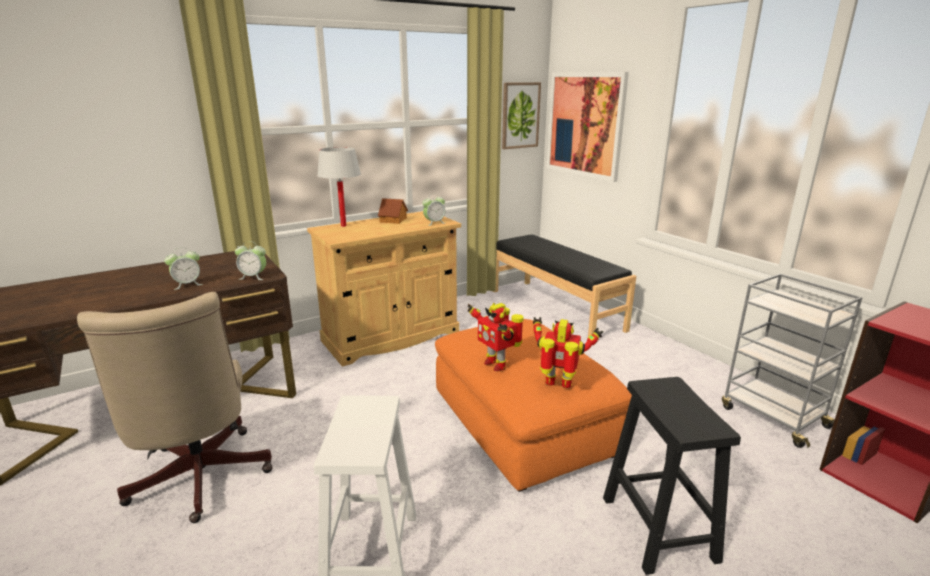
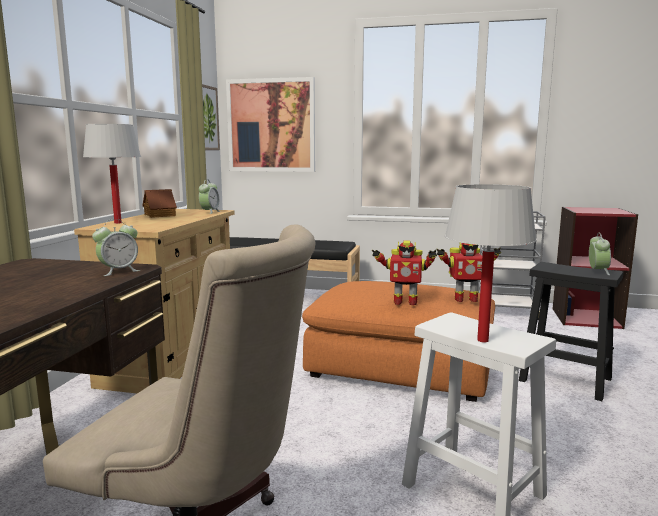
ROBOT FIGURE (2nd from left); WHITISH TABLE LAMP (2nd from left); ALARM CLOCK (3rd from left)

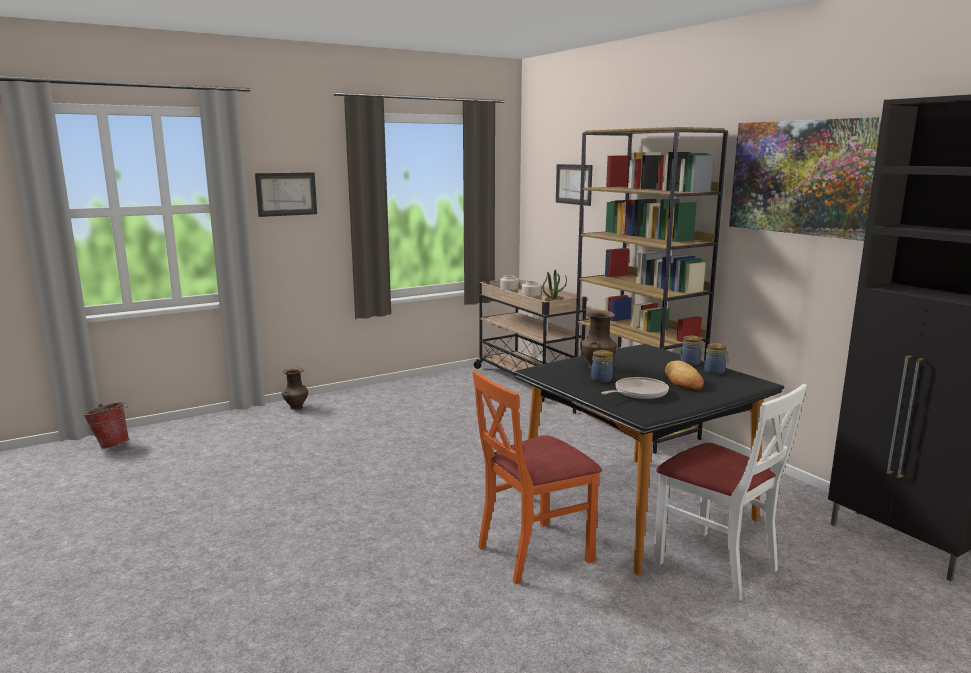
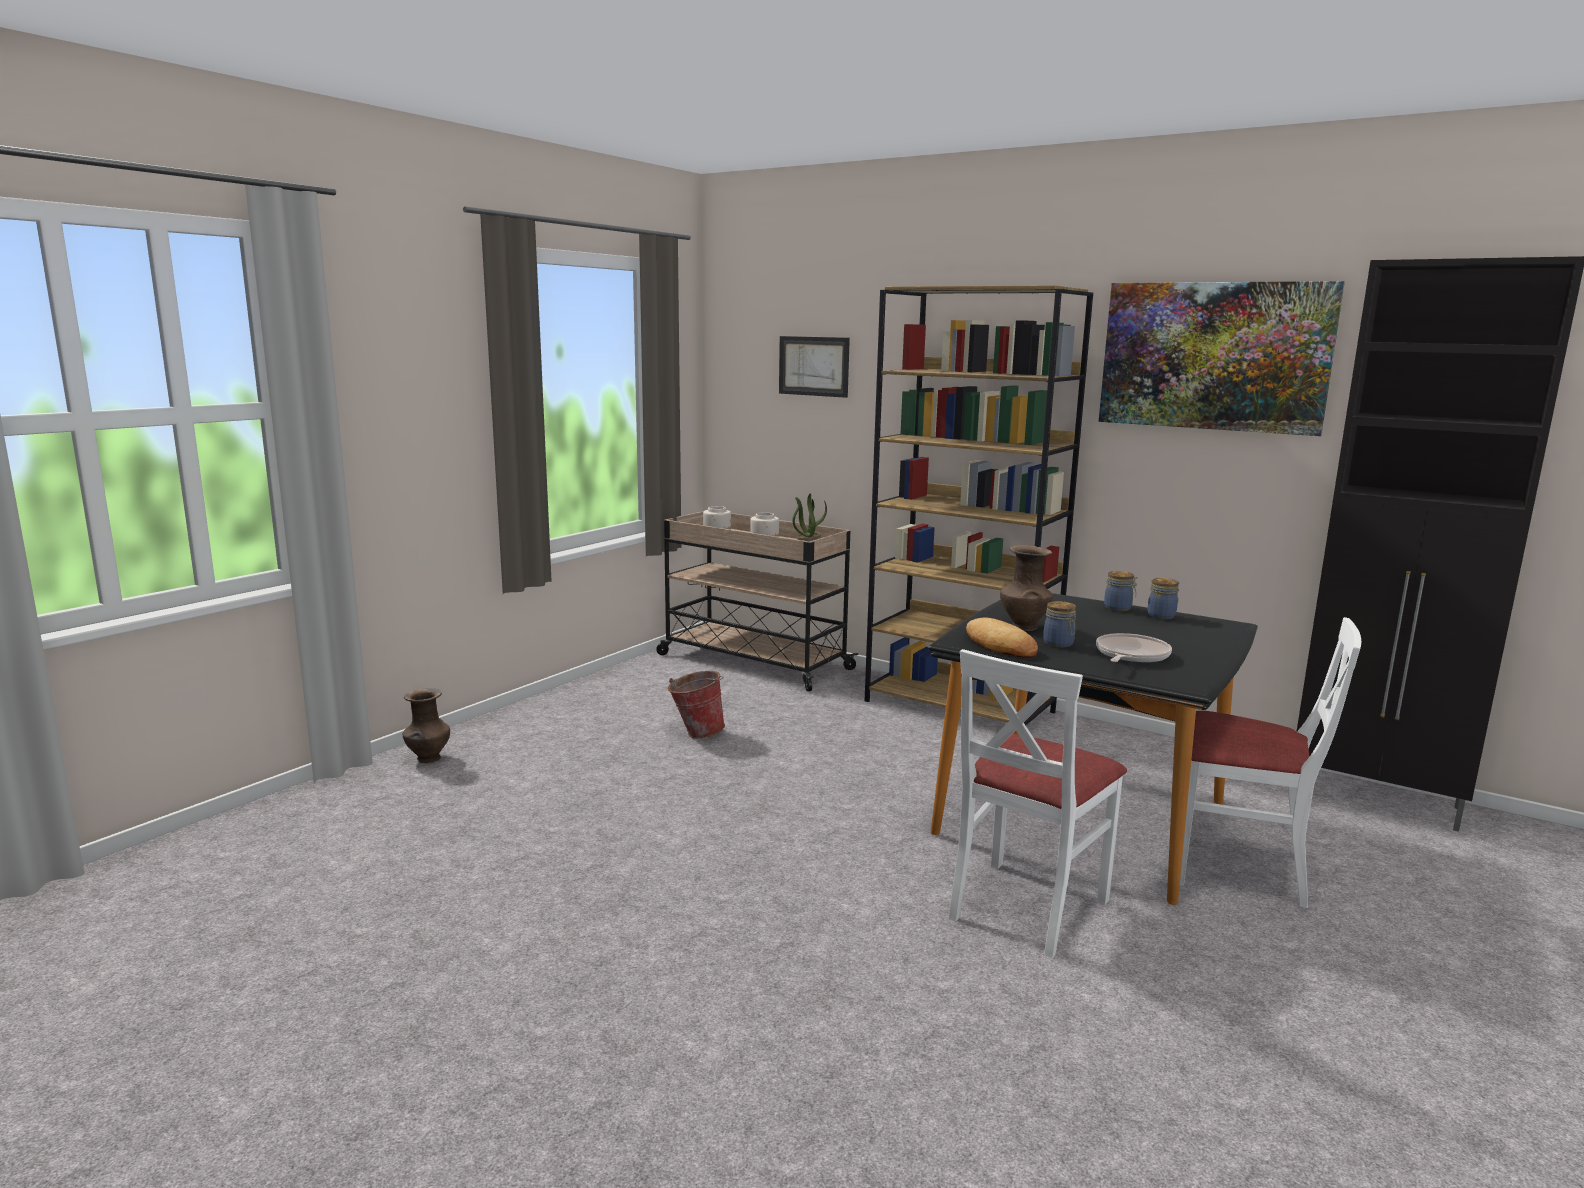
WATER BUCKET; WHITISH UPRIGHT CHAIR (1st from left); BAKERY BREAD; WALL ART (1st from left in the first image)

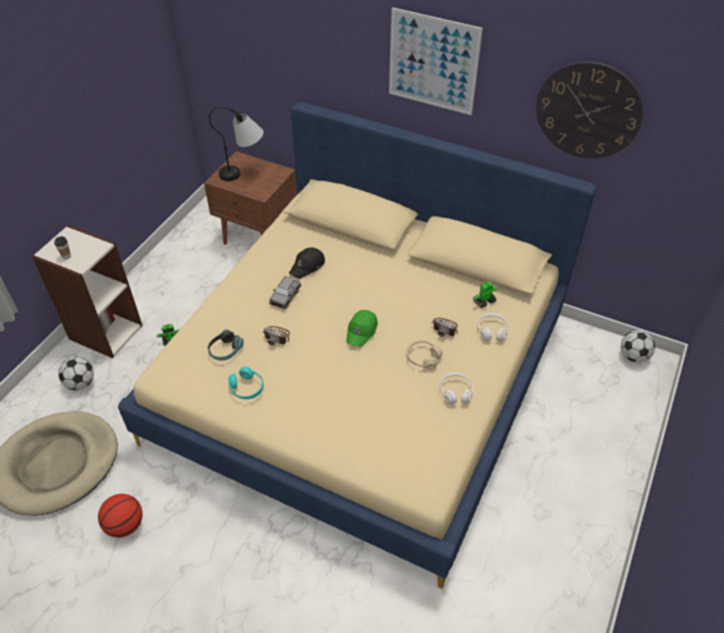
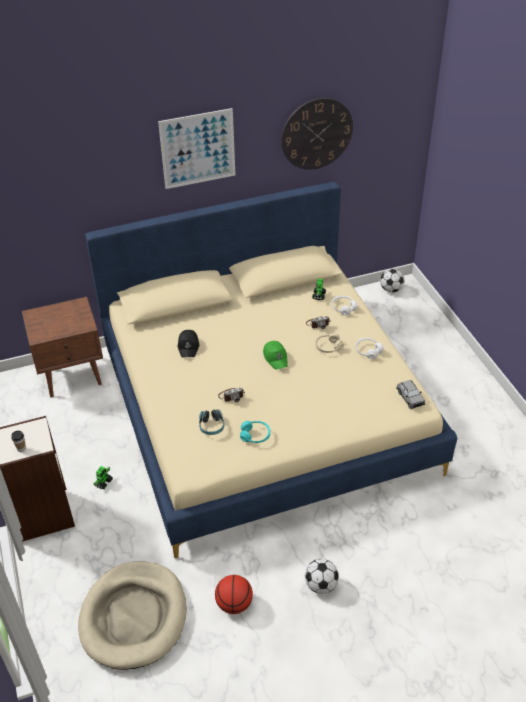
FOOTBALL BALL (1st from left); GREYISH TOY CAR; TABLE LAMP

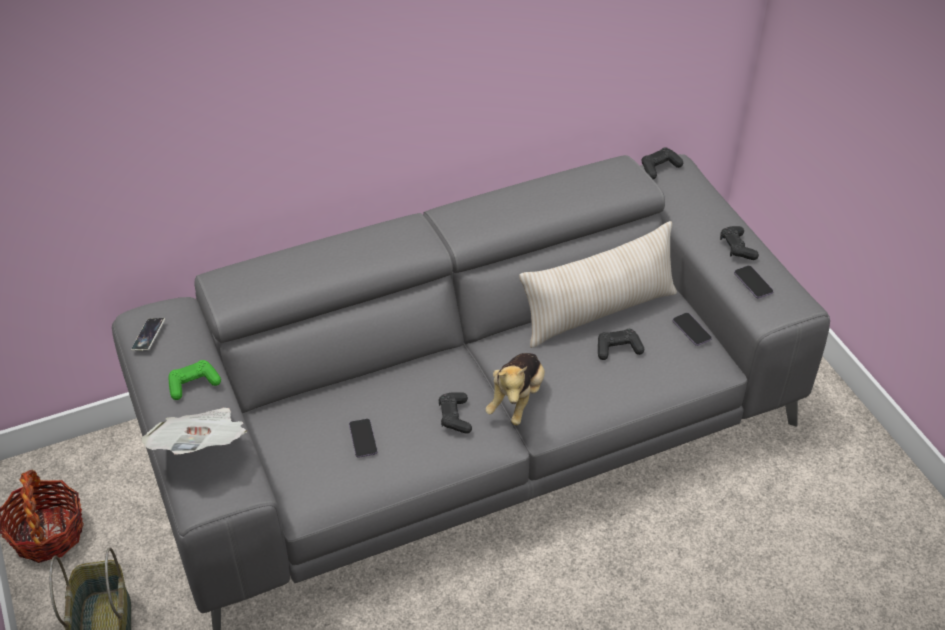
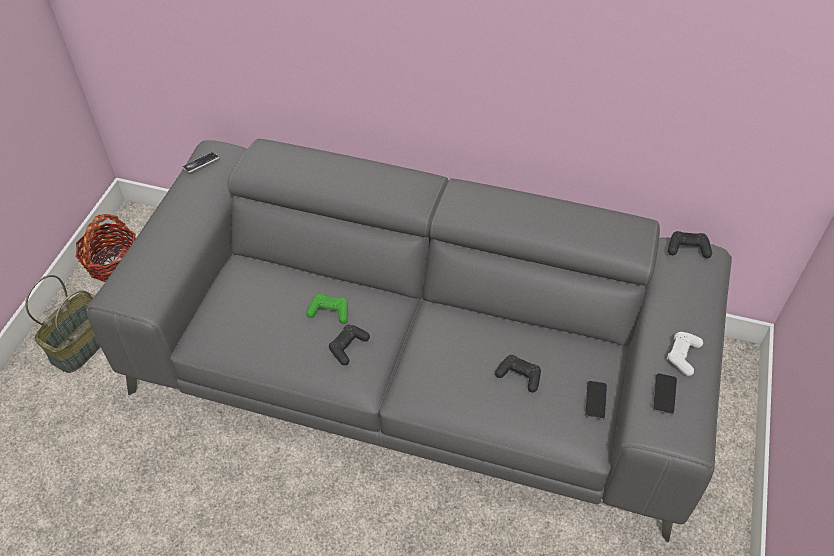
GREENISH GAMEPAD; WHITISH GAMEPAD; PRINTED PAPER; TELEPHONE (2nd from left in the first image); SOFT TOY; BEIGE-COLOURED CUSHION

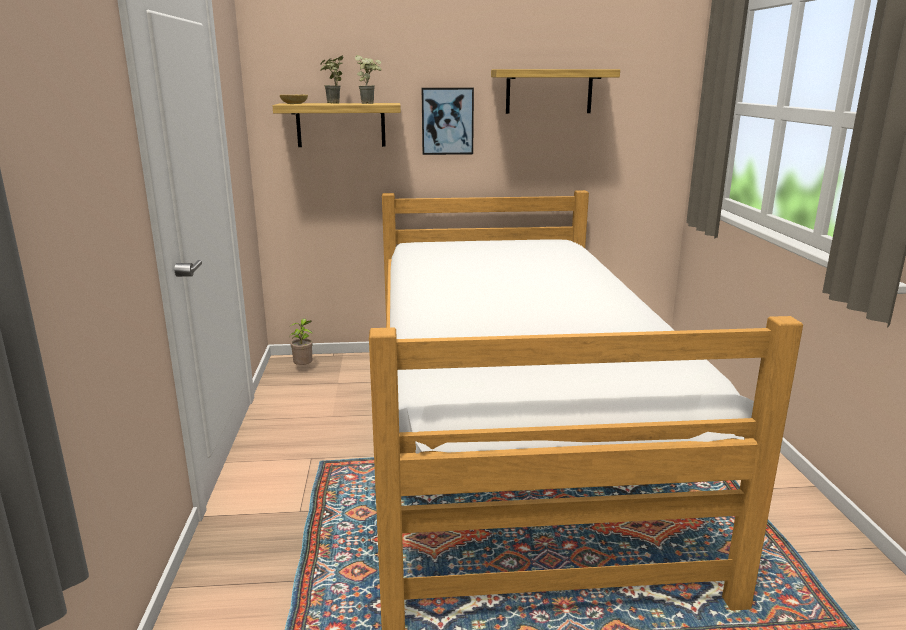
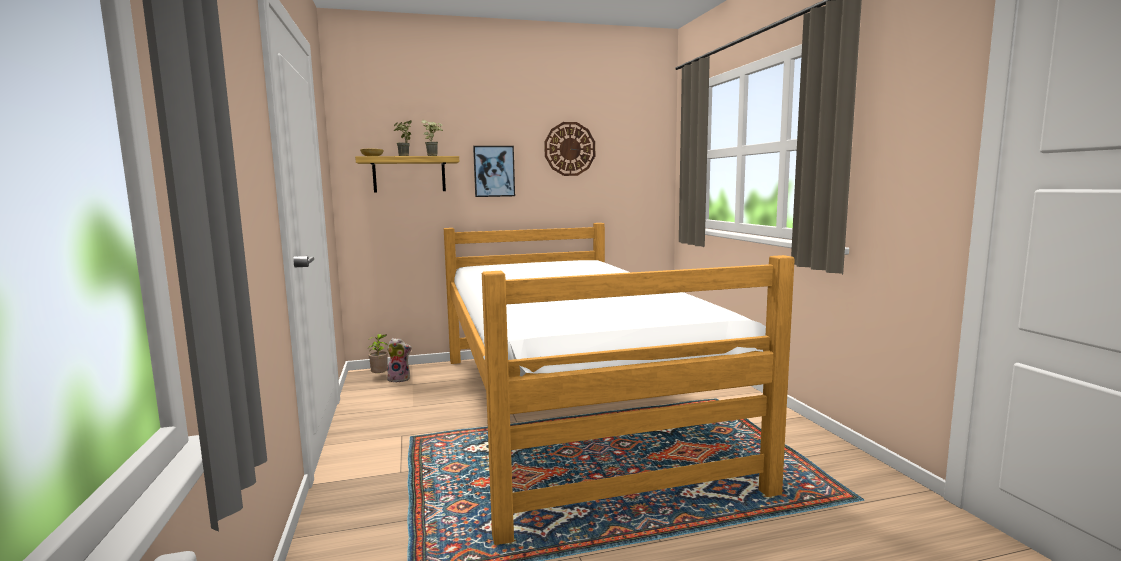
SOFT TOY; WALL CLOCK

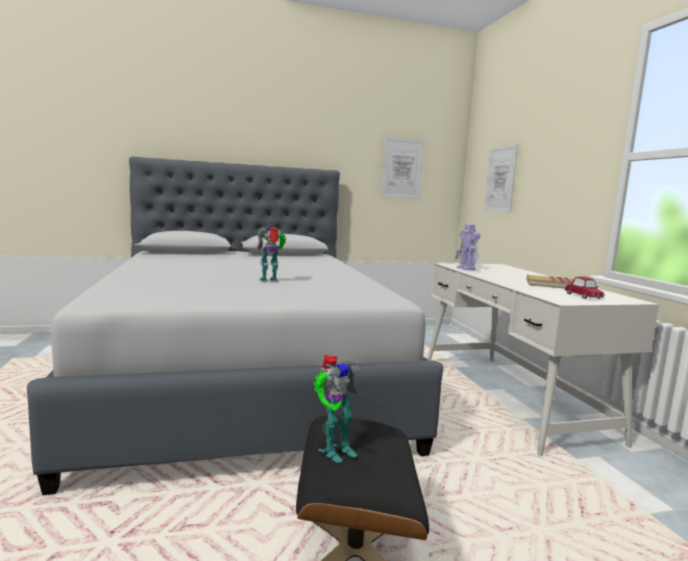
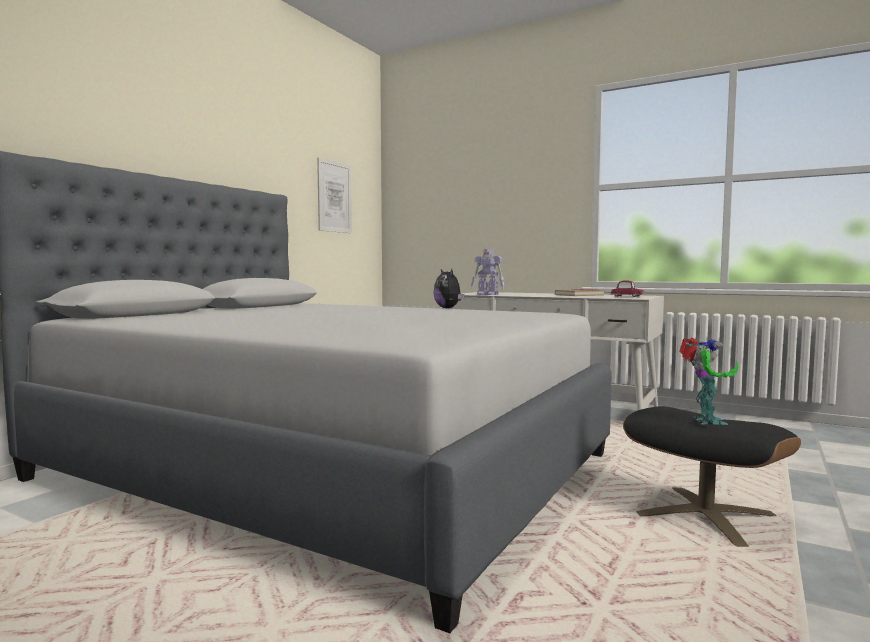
SOFT TOY; ROBOT FIGURE (1st from left in the first image); WALL ART (2nd from left in the first image)

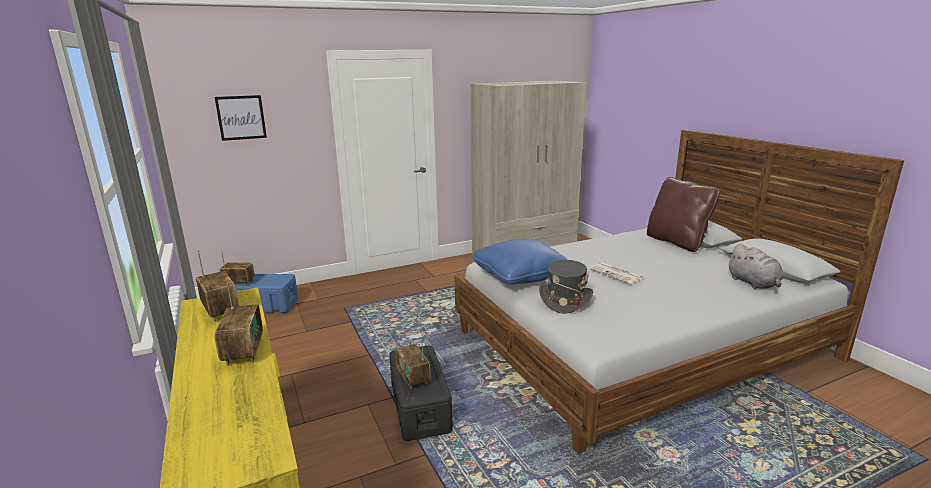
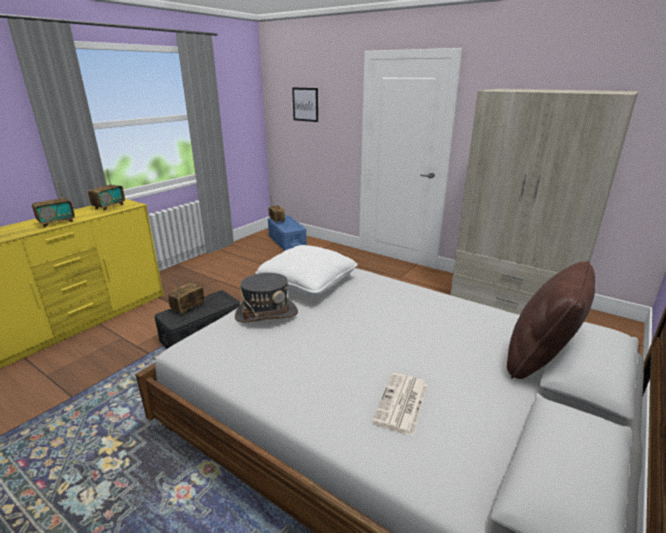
WHITISH CUSHION; PRINTED PAPER; GREYISH SOFT TOY

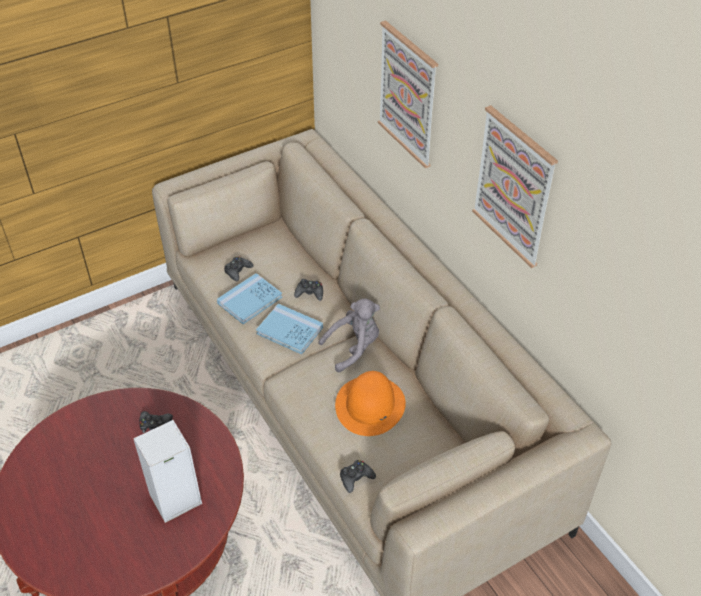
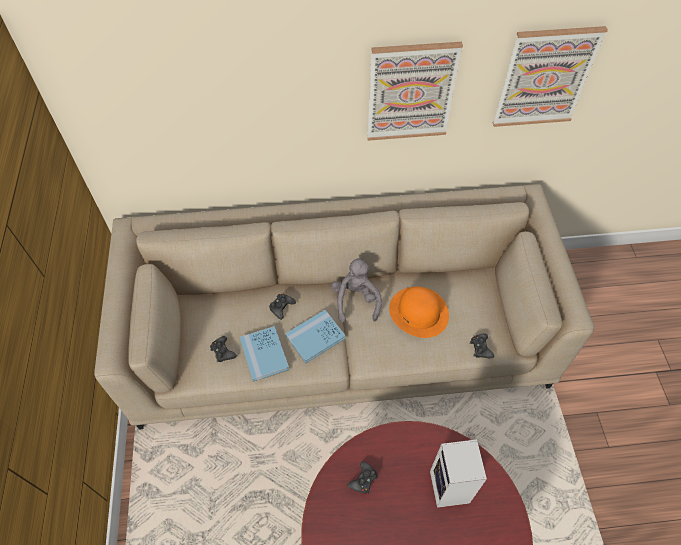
WALL ART (2nd from left)

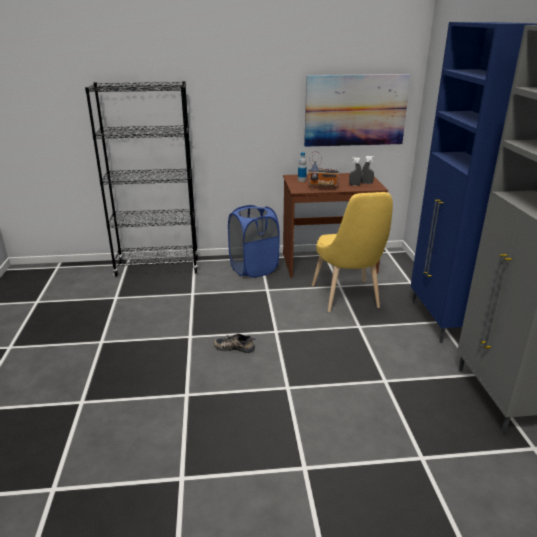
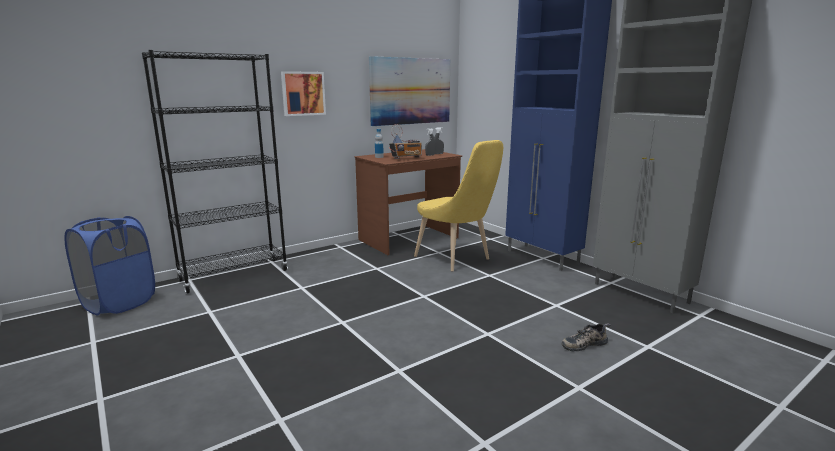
BLUISH WASHING BASKET; WALL ART (1st from left); LOW SHOE

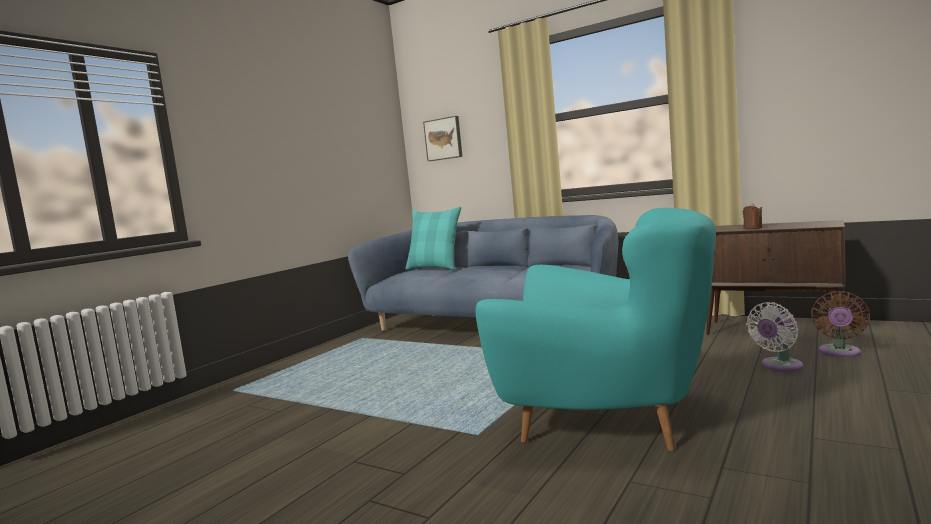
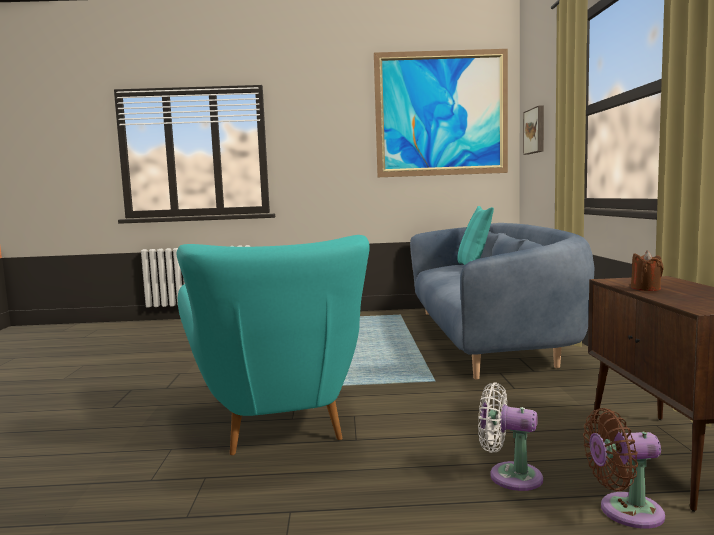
WALL ART (1st from left)

